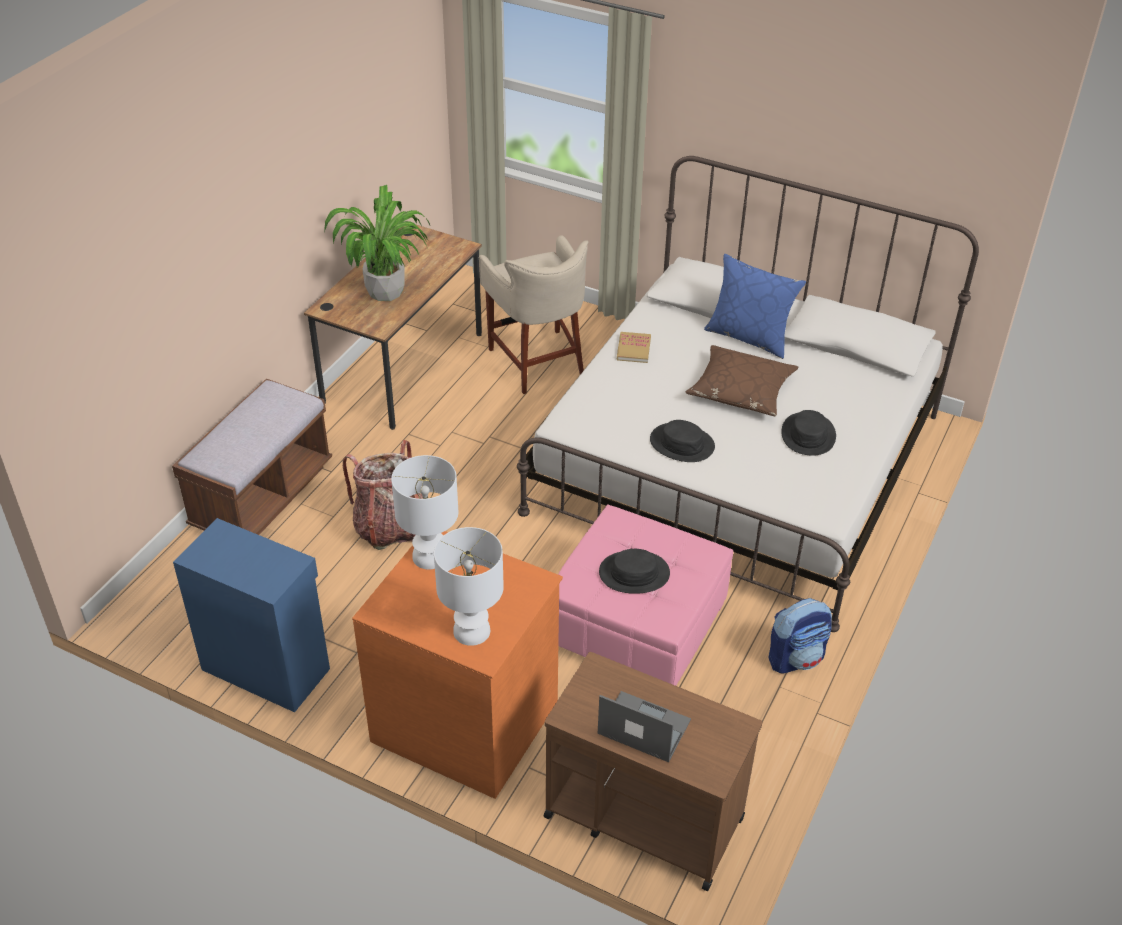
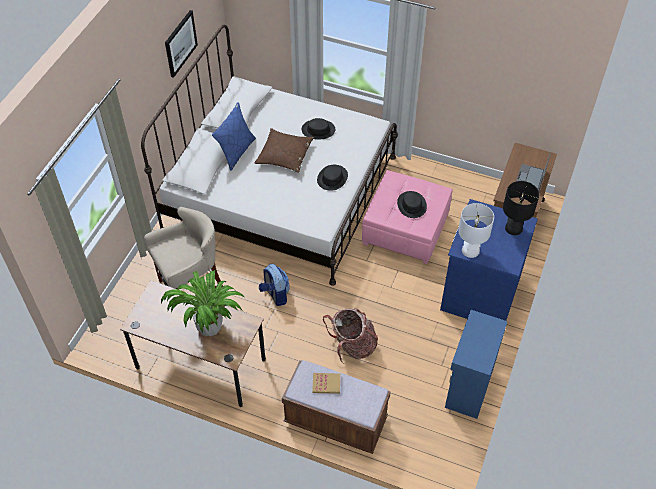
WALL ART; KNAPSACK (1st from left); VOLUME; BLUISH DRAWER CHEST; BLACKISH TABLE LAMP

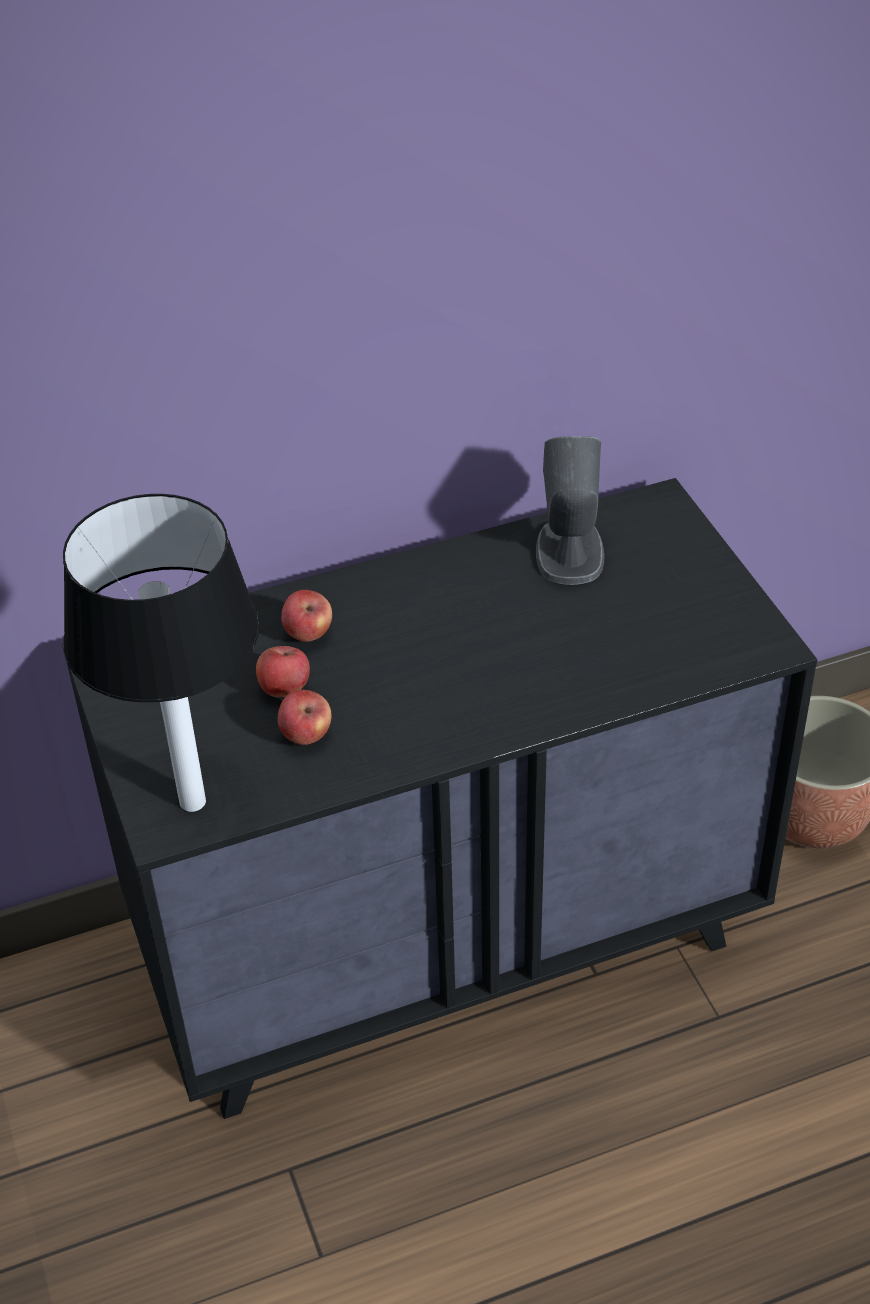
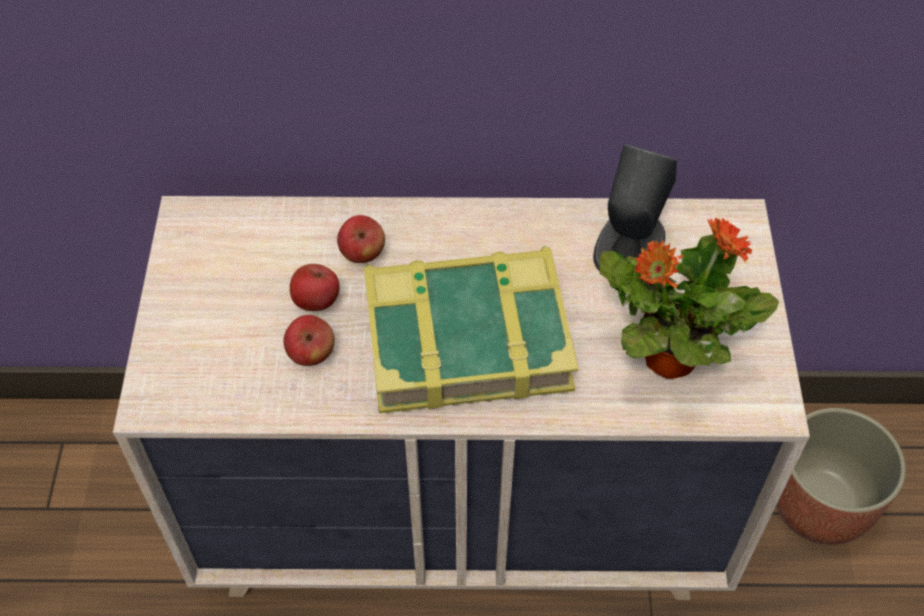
BEIGE-COLOURED DRAWER CHEST; VOLUME; PLANT IN A POT; TABLE LAMP

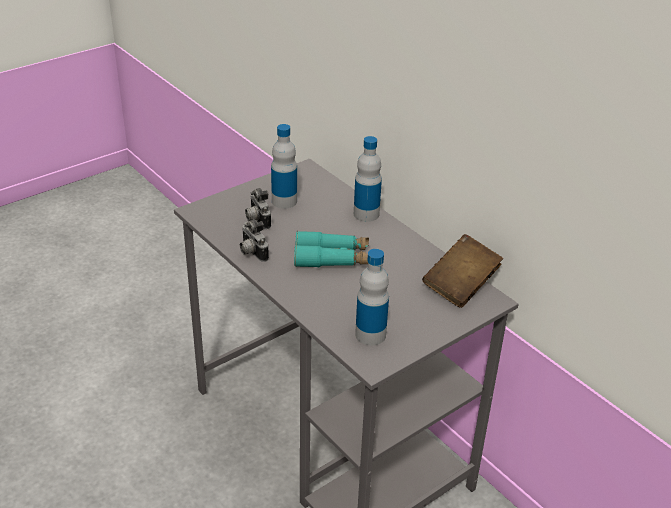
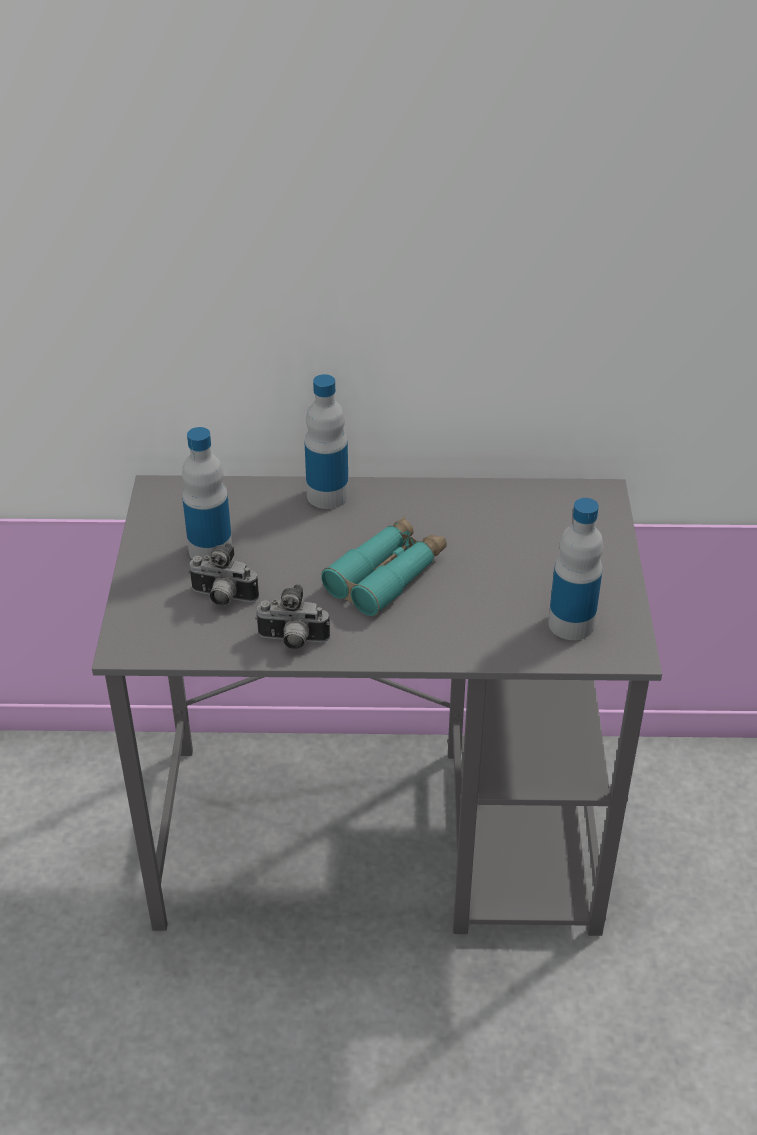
BROWN-COLOURED VOLUME

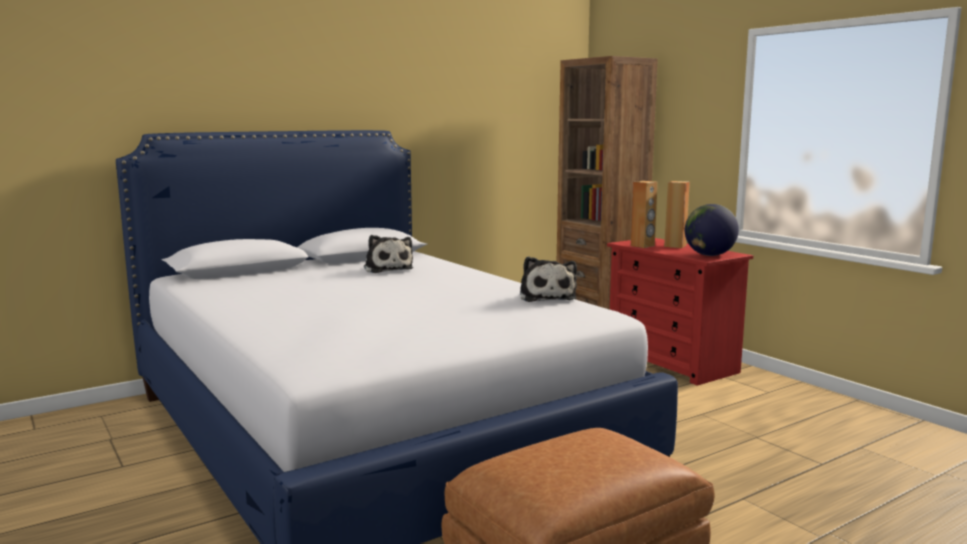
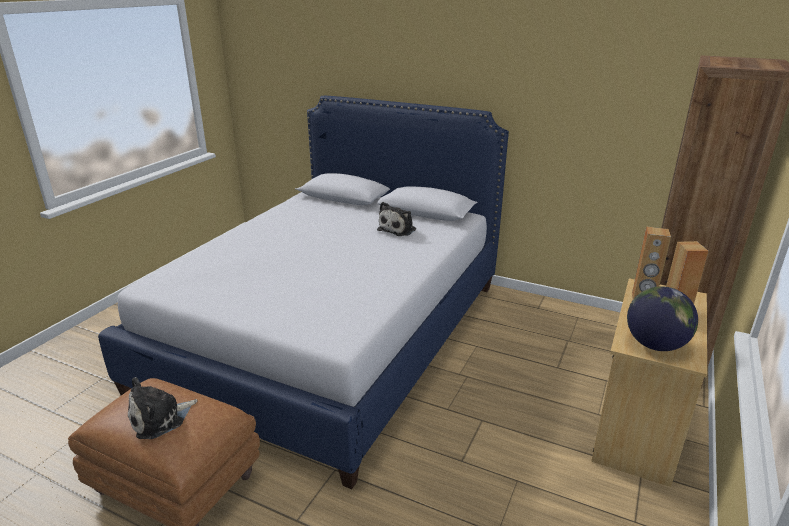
SOFT TOY (1st from left); BEIGE-COLOURED DRAWER CHEST

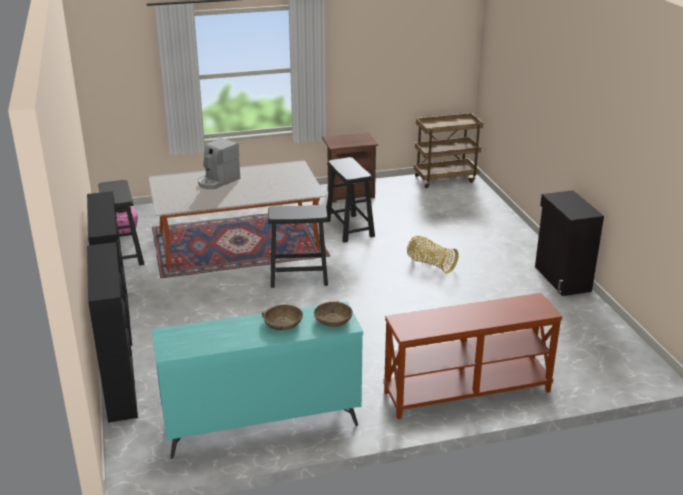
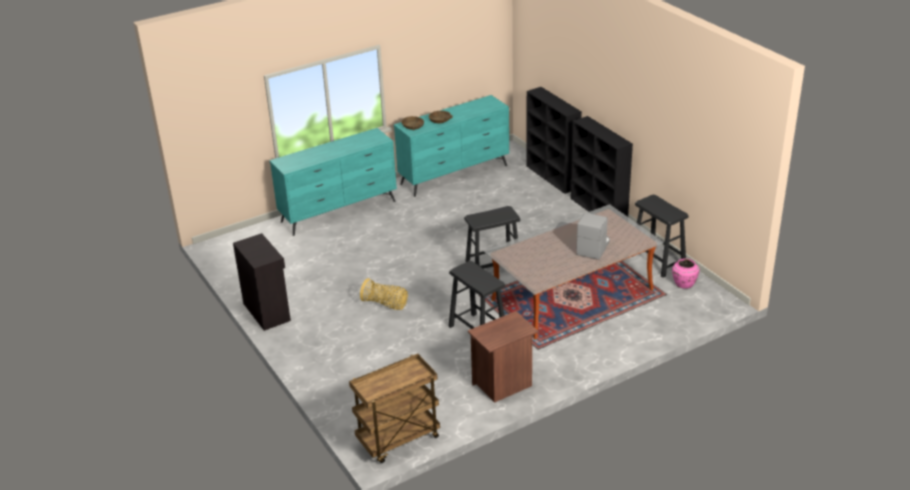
TURQUOISE-COLOURED DRAWER CHEST (1st from left)

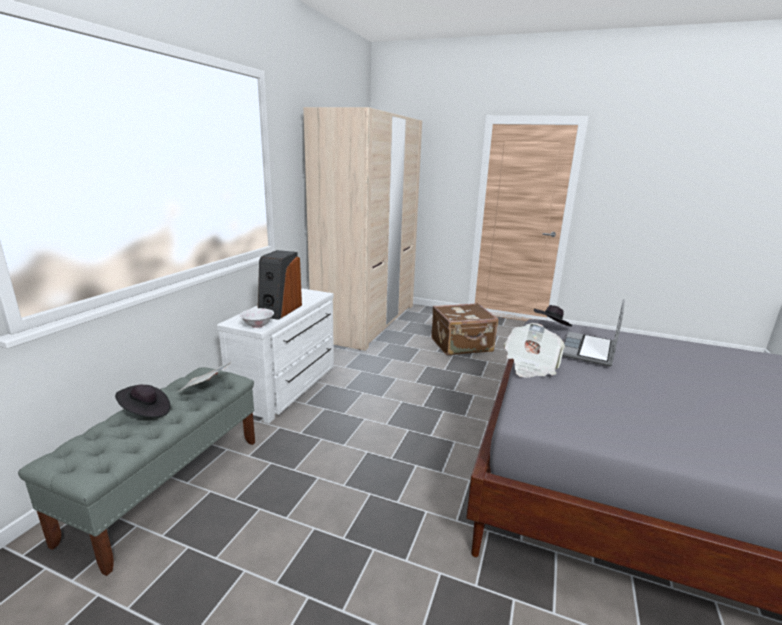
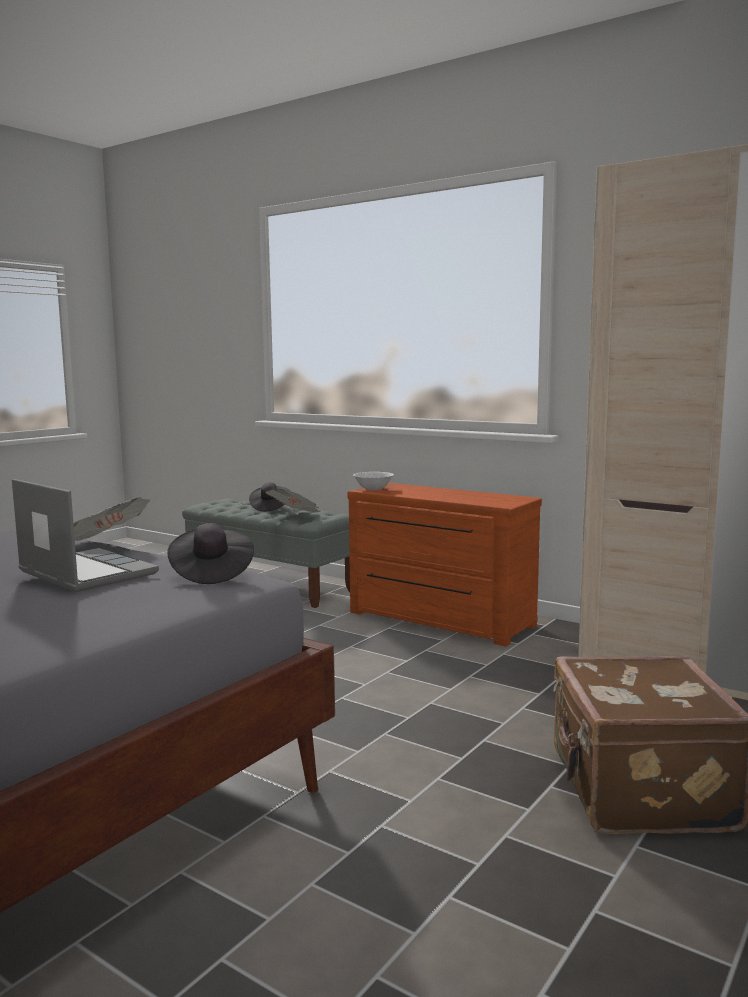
BROWN-COLOURED DRAWER CHEST; SPEAKER

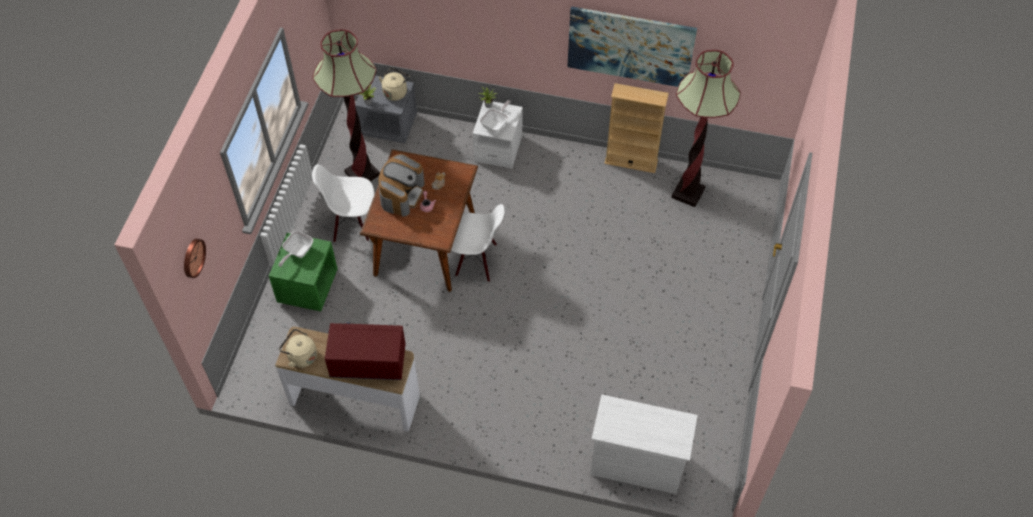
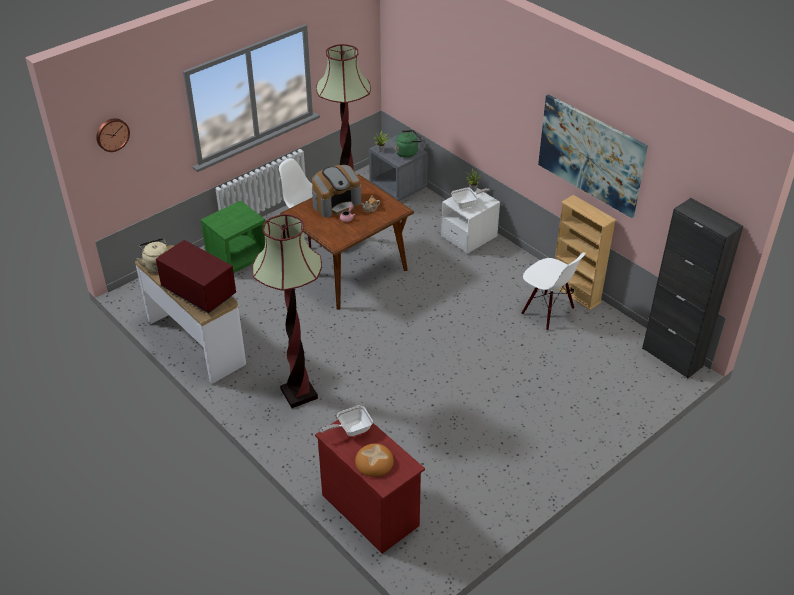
FLOOR LAMP (1st from left); RED DRAWER CHEST; FRYING PAN (1st from left); BAKERY BREAD; GREENISH TEA KETTLE; WHITISH UPRIGHT CHAIR (2nd from left); BLACKISH STORAGE CABINET

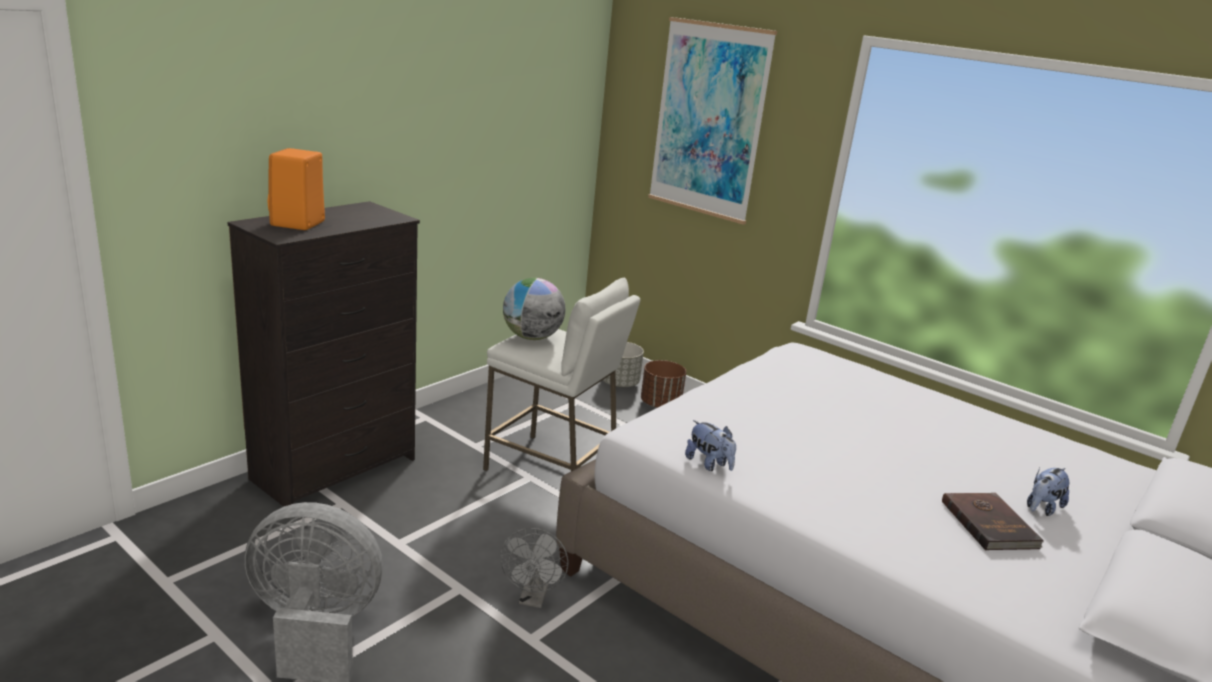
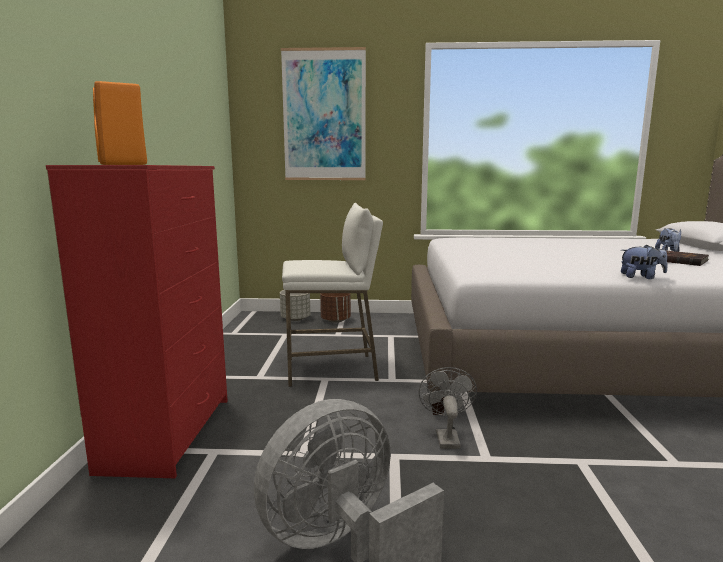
RED DRAWER CHEST; GREYISH ELECTRIC FAN (2nd from left); SOFT TOY (1st from left); GLOBE

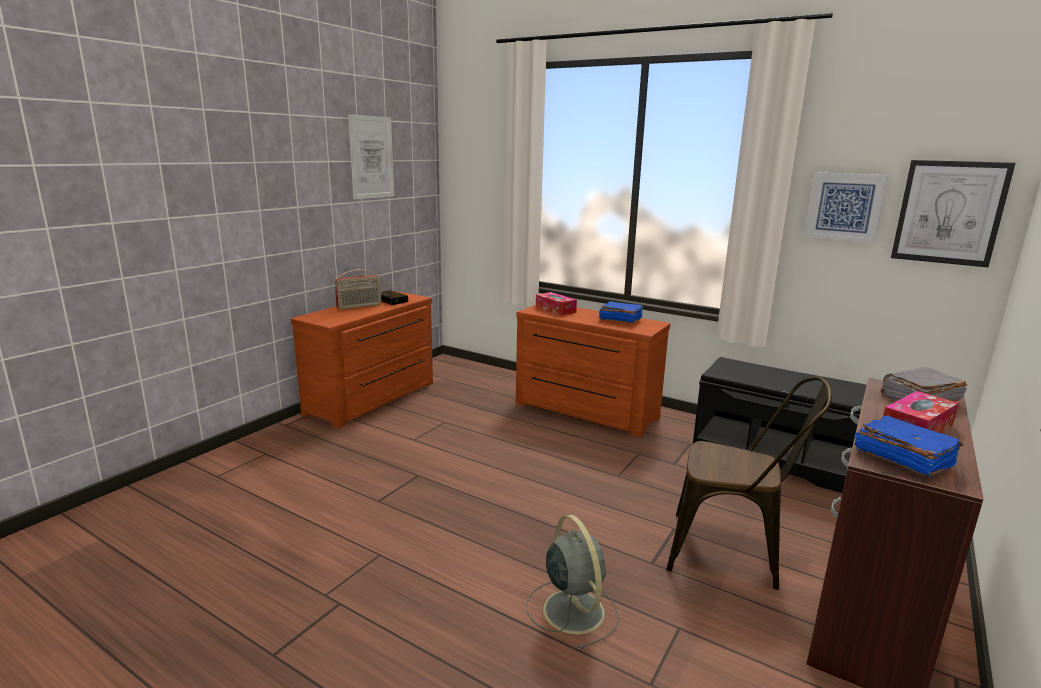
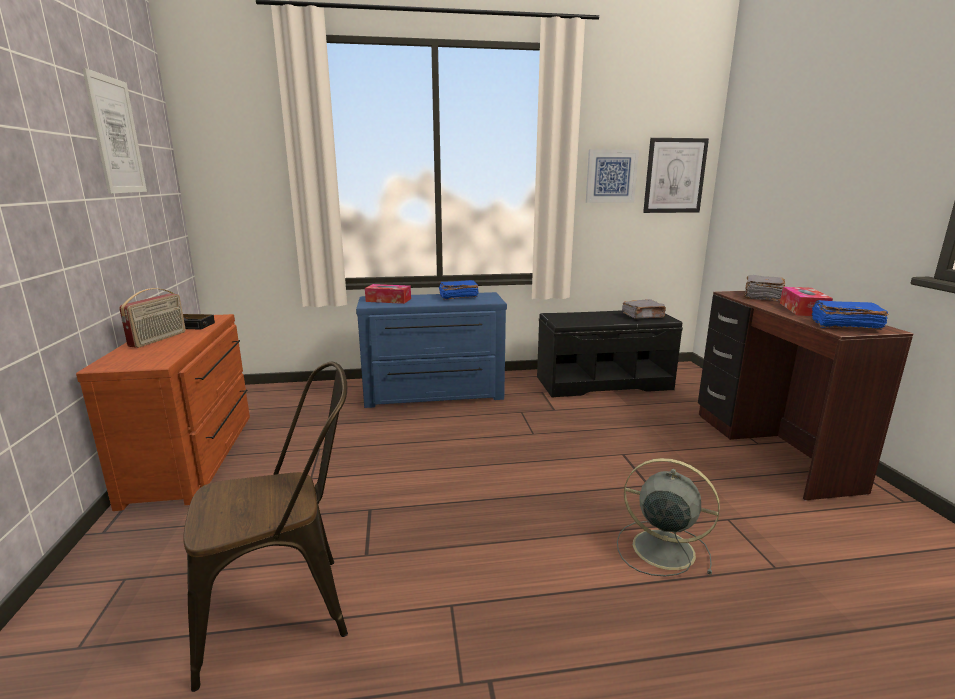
BROWN-COLOURED UPRIGHT CHAIR; BLUISH DRAWER CHEST; GREYISH VOLUME (1st from left)

